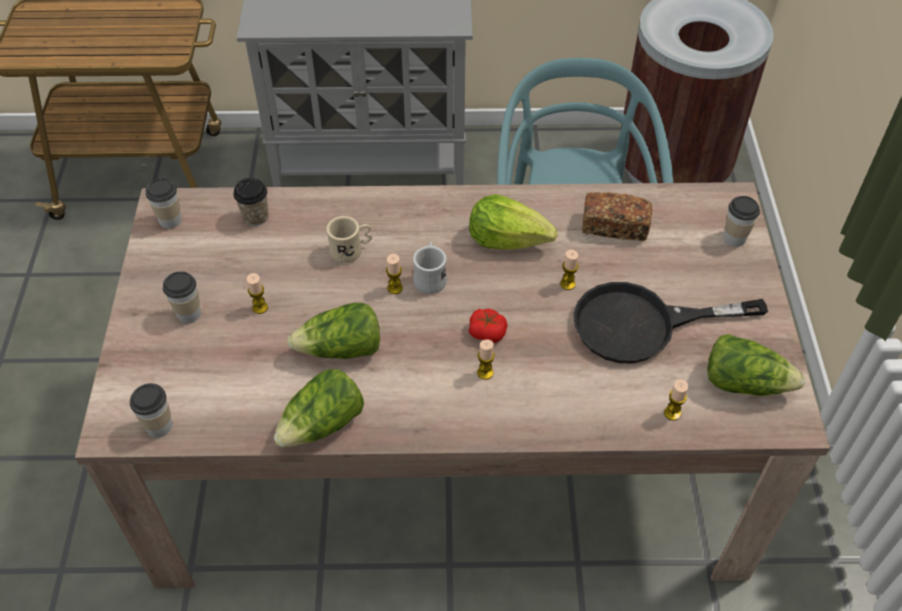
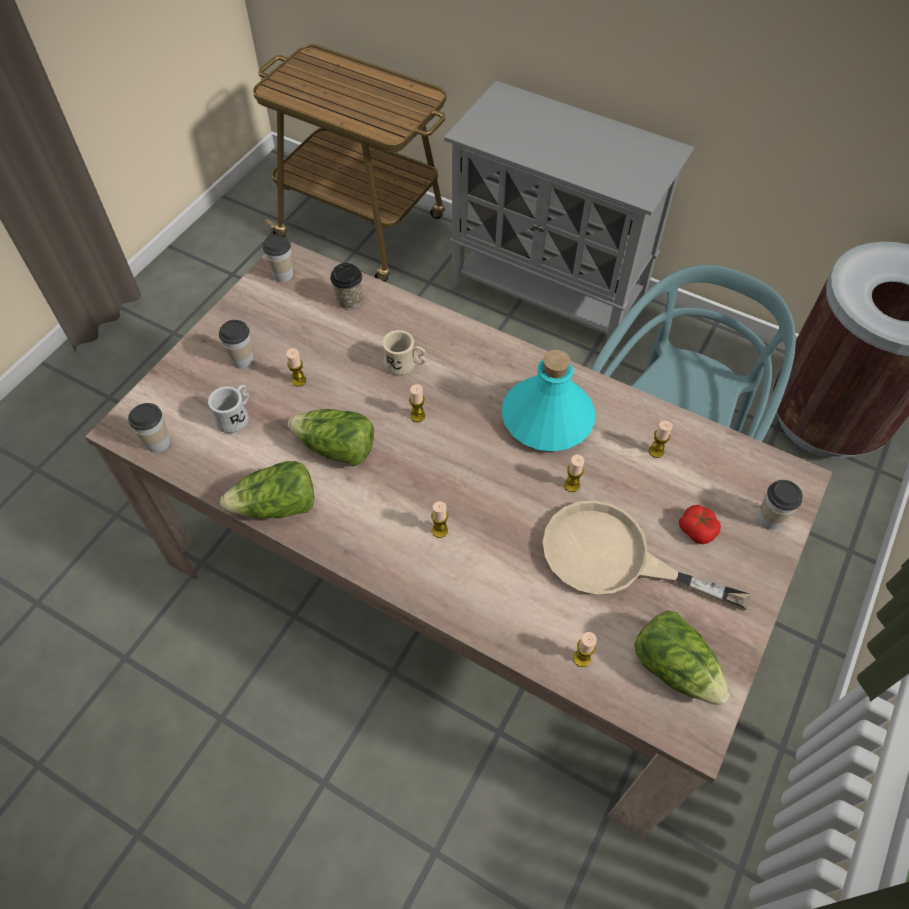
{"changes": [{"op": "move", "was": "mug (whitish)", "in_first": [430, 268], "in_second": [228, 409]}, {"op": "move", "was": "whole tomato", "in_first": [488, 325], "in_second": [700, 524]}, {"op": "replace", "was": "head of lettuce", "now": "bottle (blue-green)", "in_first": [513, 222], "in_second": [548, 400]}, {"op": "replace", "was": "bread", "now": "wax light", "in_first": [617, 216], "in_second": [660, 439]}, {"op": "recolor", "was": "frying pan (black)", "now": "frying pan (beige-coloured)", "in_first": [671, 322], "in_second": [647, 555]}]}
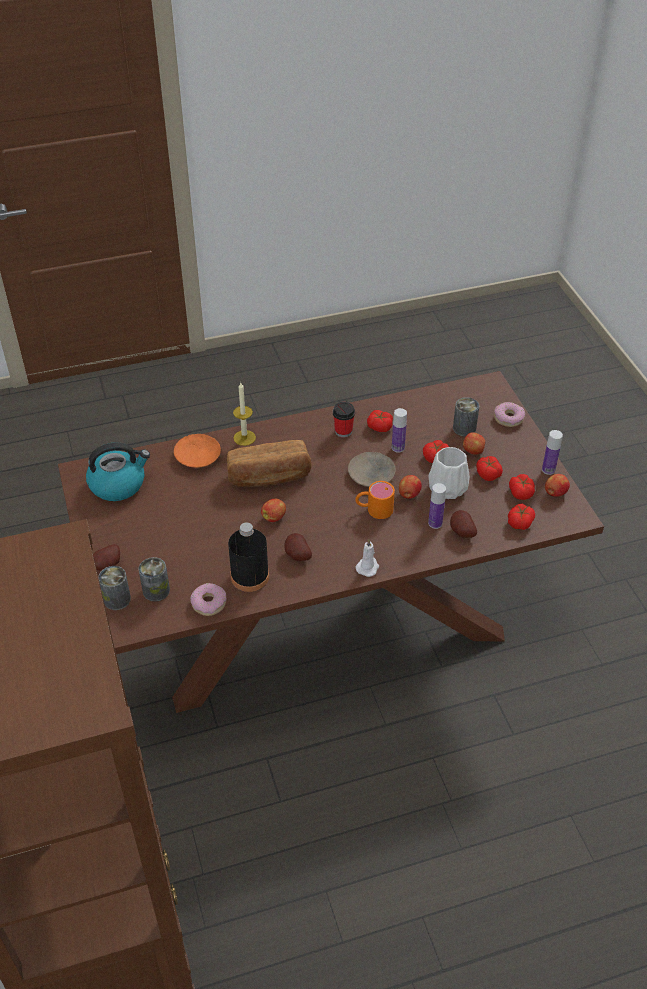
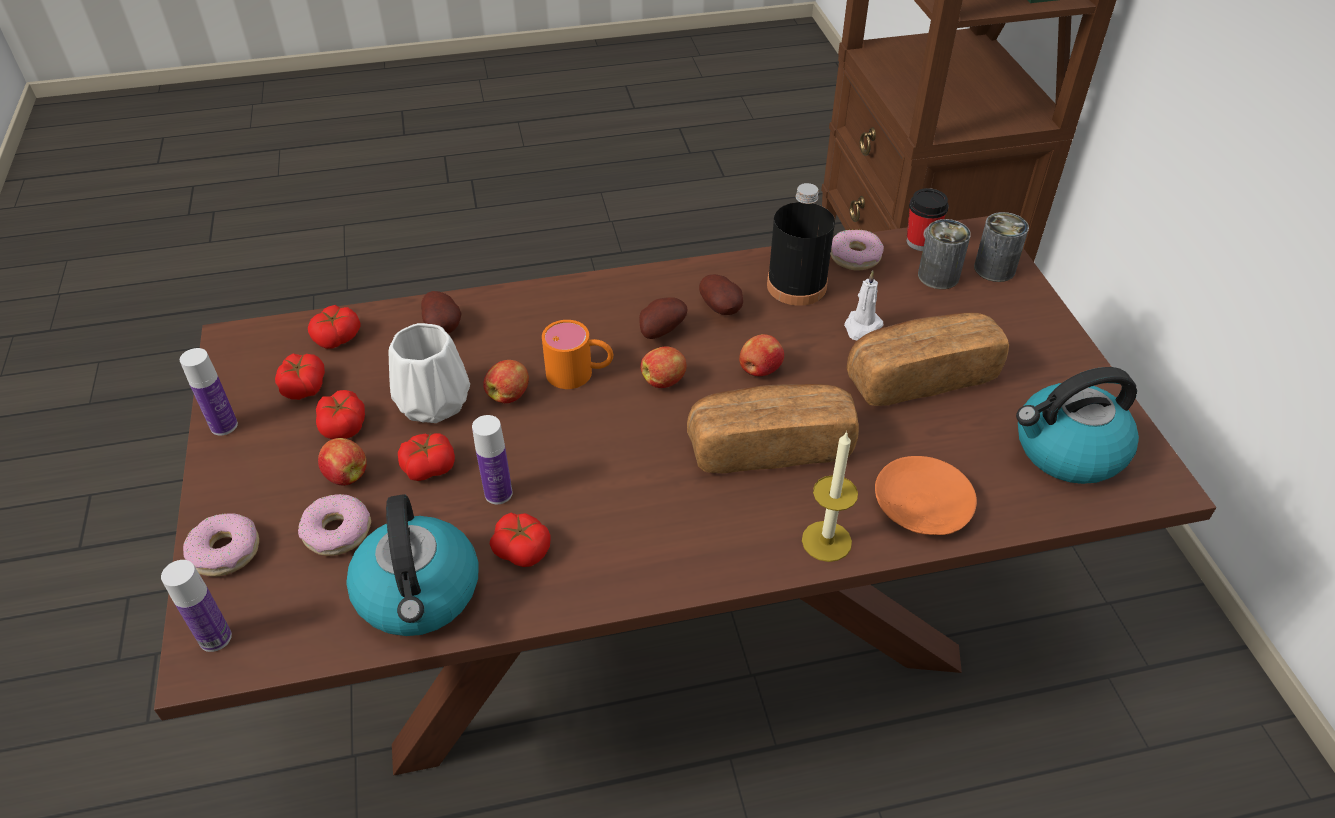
{"changes": [{"op": "delete", "was": "plate (beige-coloured)", "in_first": [372, 469]}, {"op": "insert", "now": "kettle", "in_second": [412, 565]}, {"op": "insert", "now": "bread", "in_second": [927, 359]}, {"op": "move", "was": "spud", "in_first": [106, 557], "in_second": [663, 318]}, {"op": "move", "was": "cup", "in_first": [344, 420], "in_second": [928, 219]}, {"op": "move", "was": "wax light (whitish)", "in_first": [367, 558], "in_second": [864, 305]}, {"op": "move", "was": "bottle", "in_first": [437, 506], "in_second": [196, 606]}, {"op": "move", "was": "apple", "in_first": [557, 485], "in_second": [663, 367]}, {"op": "replace", "was": "can", "now": "ring doughnut", "in_first": [466, 417], "in_second": [334, 525]}]}
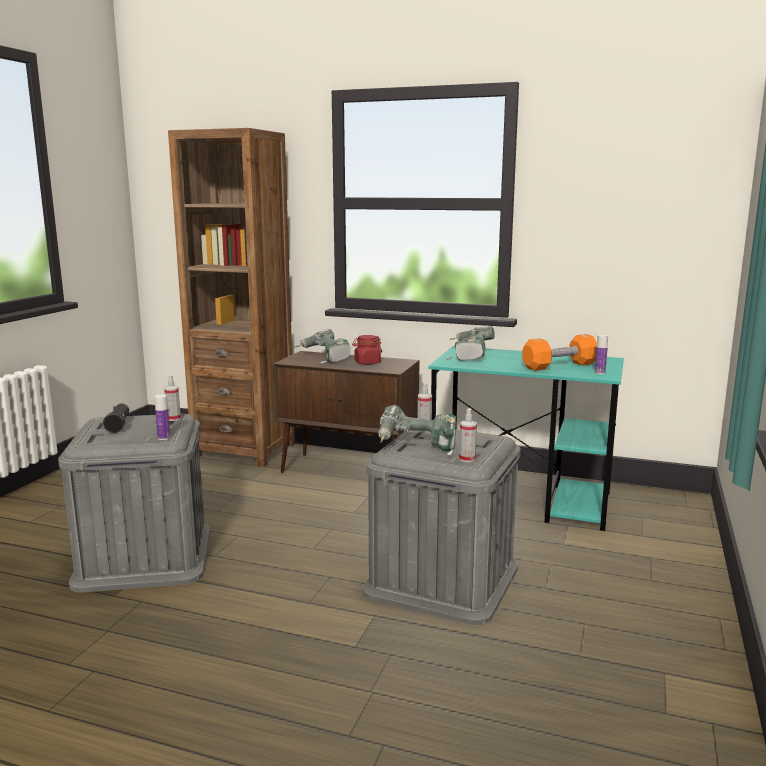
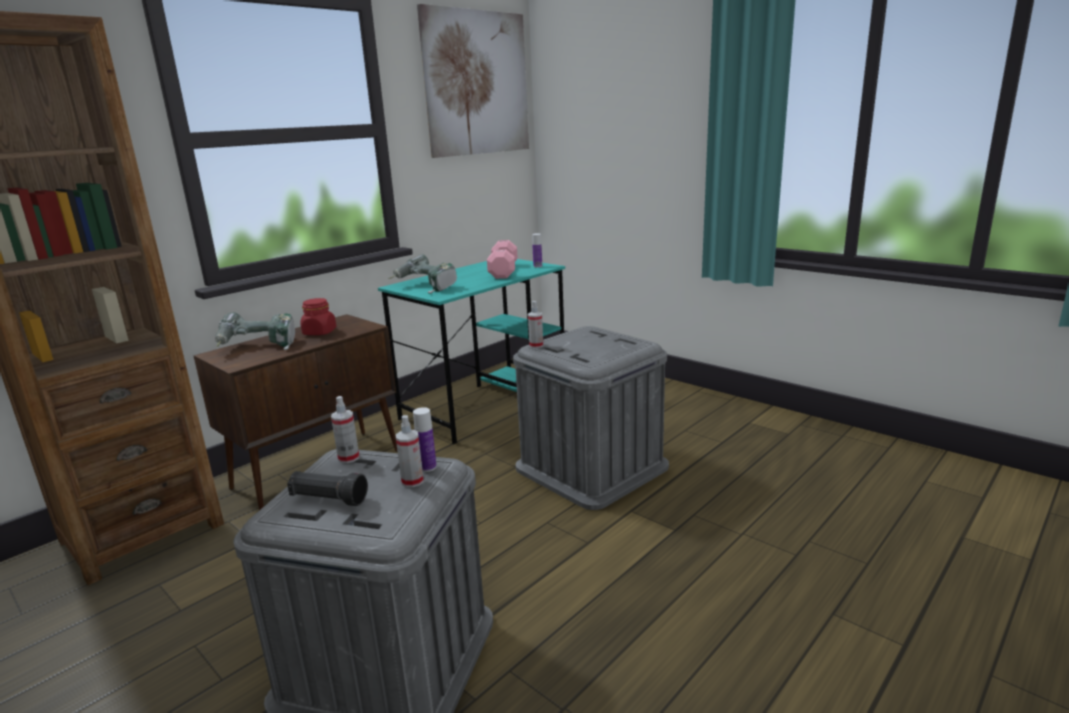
{"changes": [{"op": "delete", "was": "drill", "in_first": [417, 430]}, {"op": "insert", "now": "wall art", "in_second": [473, 81]}, {"op": "move", "was": "spray bottle", "in_first": [468, 435], "in_second": [410, 451]}, {"op": "recolor", "was": "dumbbell (orange-coloured)", "now": "dumbbell (pink-coloured)", "in_first": [559, 352], "in_second": [502, 259]}]}
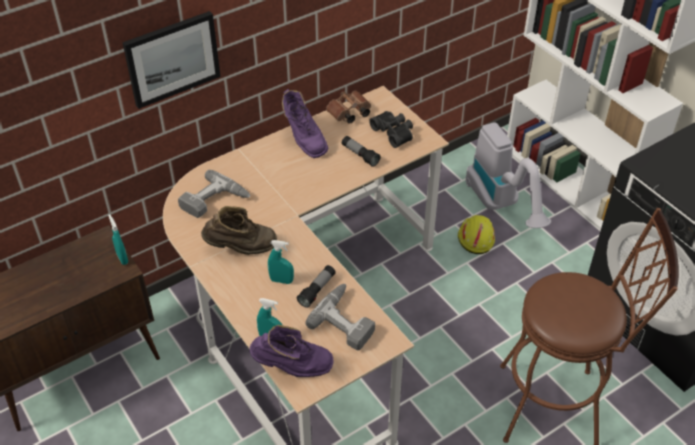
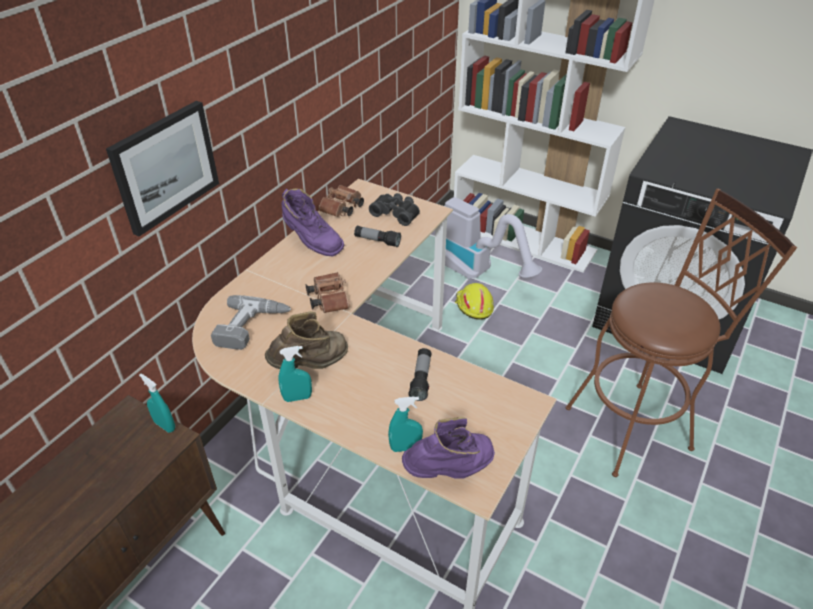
{"changes": [{"op": "delete", "was": "drill", "in_first": [340, 317]}, {"op": "insert", "now": "pair of binoculars (brown)", "in_second": [328, 292]}, {"op": "move", "was": "spray bottle (blue-green)", "in_first": [281, 262], "in_second": [295, 374]}]}
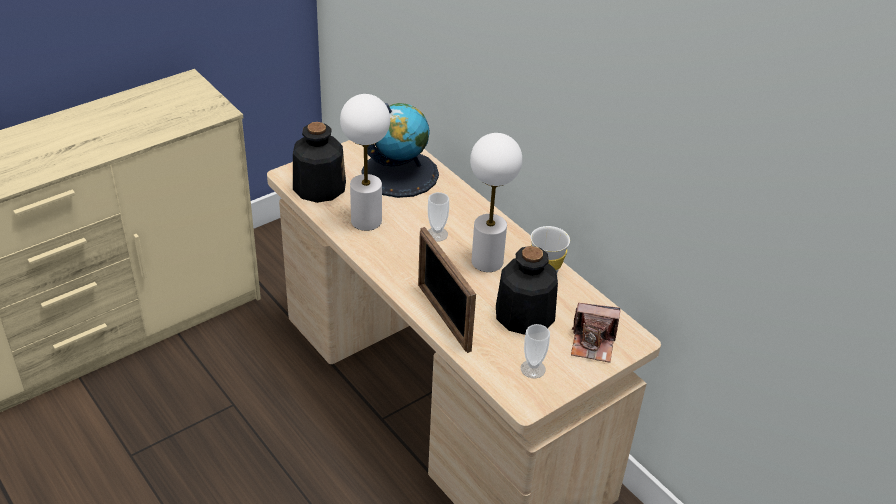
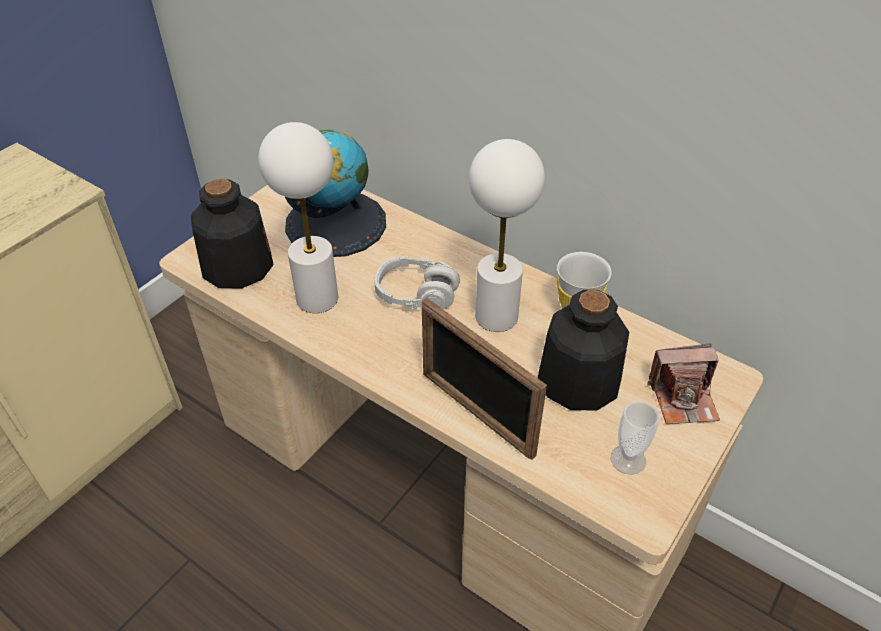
{"changes": [{"op": "replace", "was": "cup", "now": "pair of headphones (gray)", "in_first": [438, 216], "in_second": [417, 282]}]}
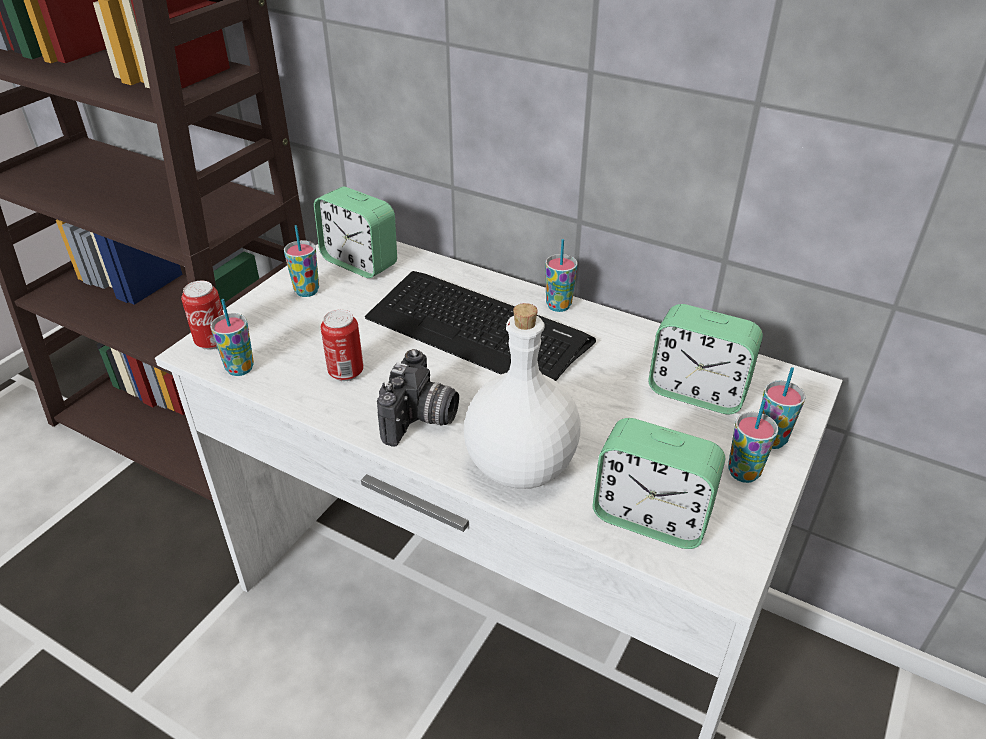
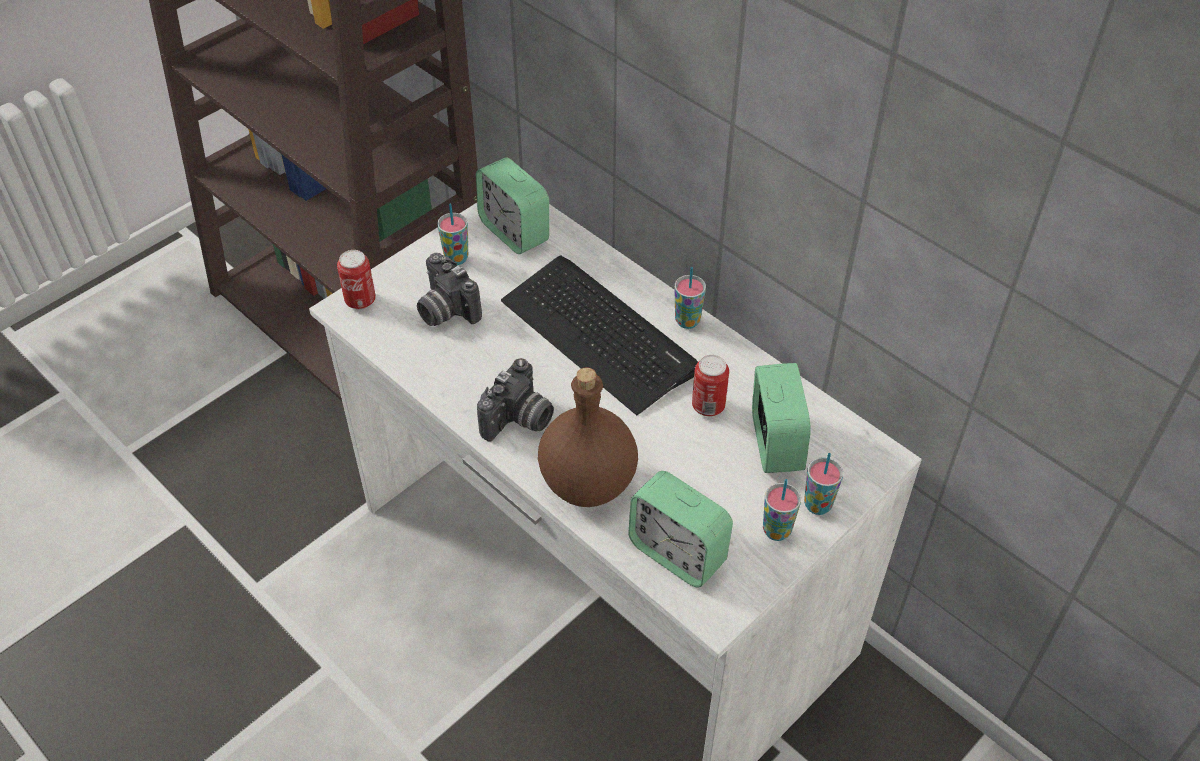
{"changes": [{"op": "delete", "was": "cup", "in_first": [232, 337]}, {"op": "insert", "now": "still camera", "in_second": [449, 289]}, {"op": "move", "was": "can", "in_first": [342, 345], "in_second": [710, 385]}, {"op": "recolor", "was": "bottle (whitish)", "now": "bottle (brown)", "in_first": [522, 396], "in_second": [588, 437]}, {"op": "rotate", "was": "bedside clock", "in_first": [705, 359], "in_second": [781, 418], "clockwise": -135}]}
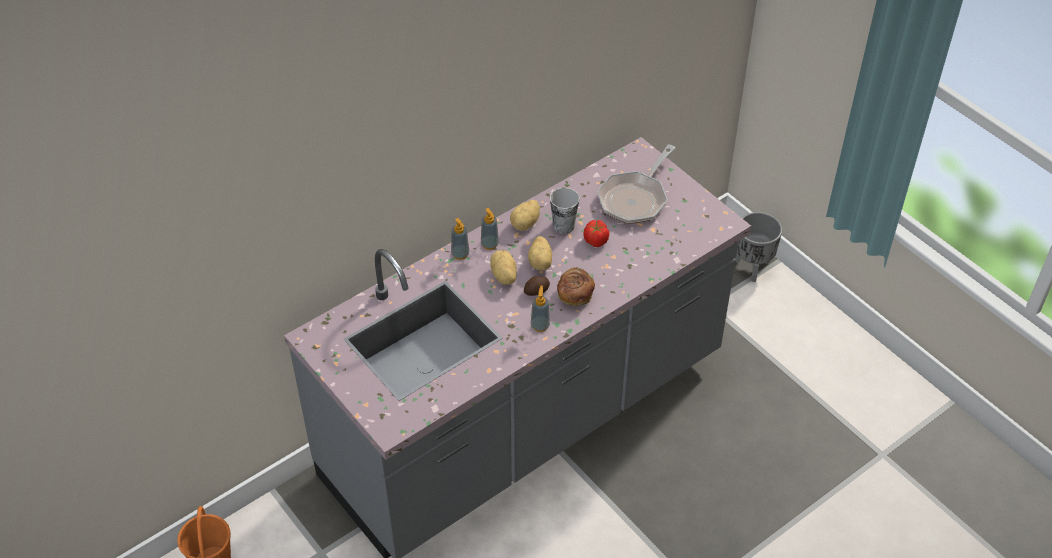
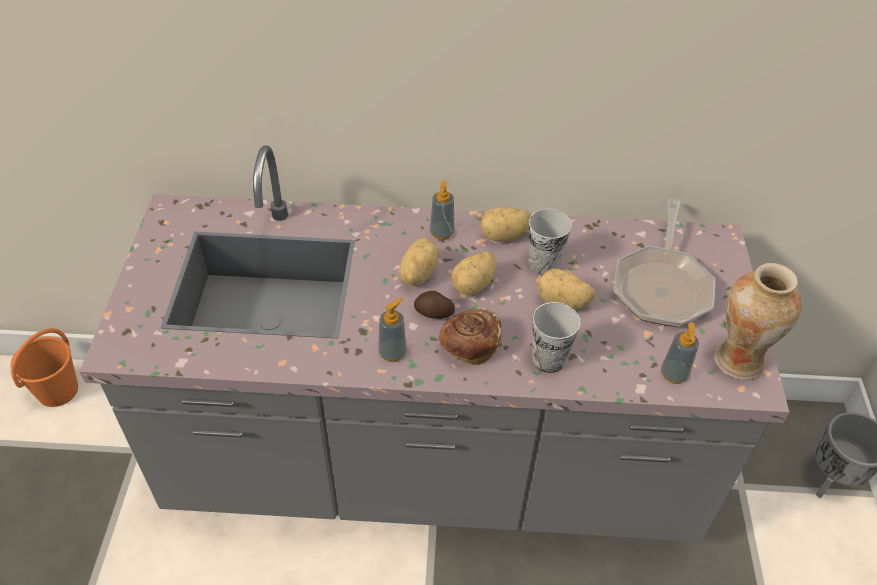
{"changes": [{"op": "insert", "now": "cup", "in_second": [556, 337]}, {"op": "insert", "now": "vase", "in_second": [758, 321]}, {"op": "move", "was": "liquid soap bottle", "in_first": [460, 239], "in_second": [680, 353]}, {"op": "replace", "was": "whole tomato", "now": "spud", "in_first": [596, 233], "in_second": [566, 289]}, {"op": "rotate", "was": "frying pan", "in_first": [636, 184], "in_second": [664, 263], "clockwise": -60}]}
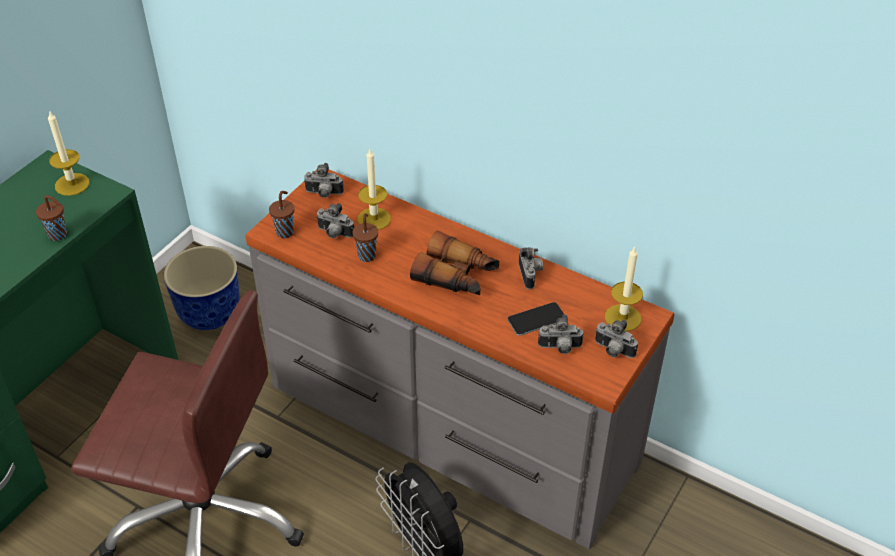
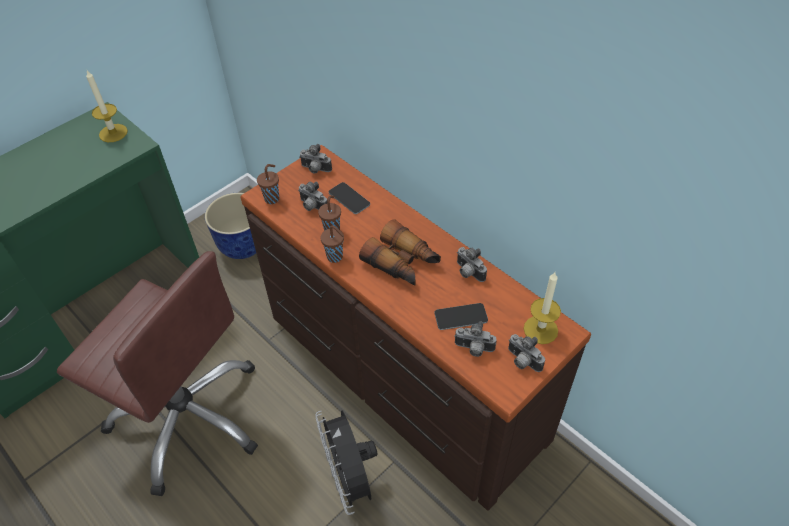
{"changes": [{"op": "move", "was": "cup (brown)", "in_first": [51, 218], "in_second": [332, 244]}, {"op": "replace", "was": "wax light", "now": "phone", "in_first": [374, 189], "in_second": [349, 198]}, {"op": "recolor", "was": "chest of drawers (gray)", "now": "chest of drawers (brown)", "in_first": [460, 359], "in_second": [415, 328]}, {"op": "rotate", "was": "still camera", "in_first": [531, 268], "in_second": [472, 264], "clockwise": 135}]}
